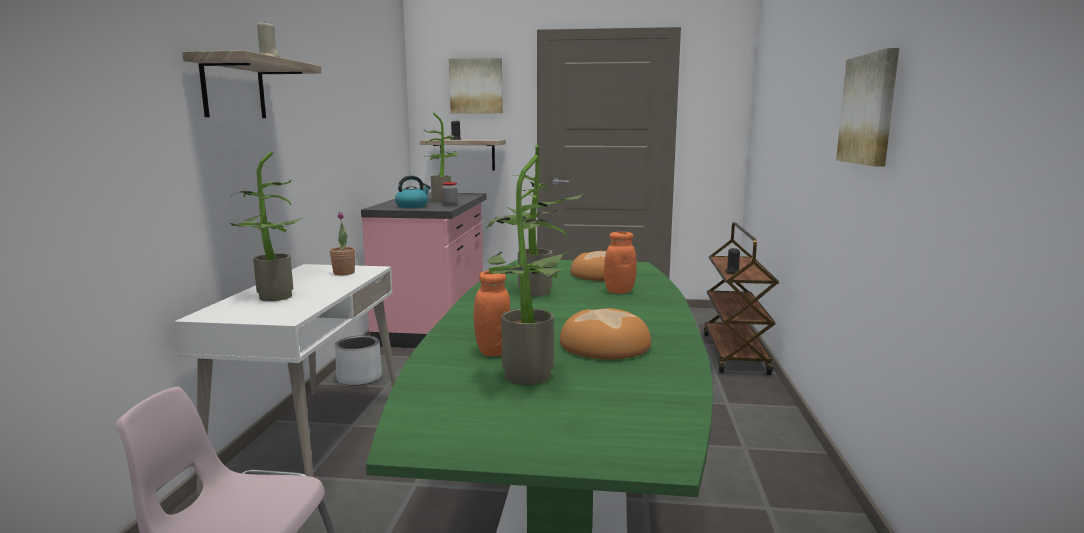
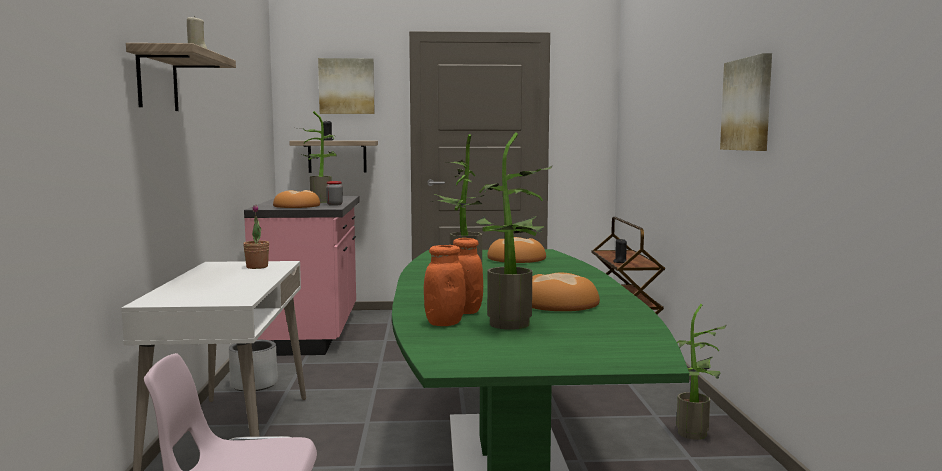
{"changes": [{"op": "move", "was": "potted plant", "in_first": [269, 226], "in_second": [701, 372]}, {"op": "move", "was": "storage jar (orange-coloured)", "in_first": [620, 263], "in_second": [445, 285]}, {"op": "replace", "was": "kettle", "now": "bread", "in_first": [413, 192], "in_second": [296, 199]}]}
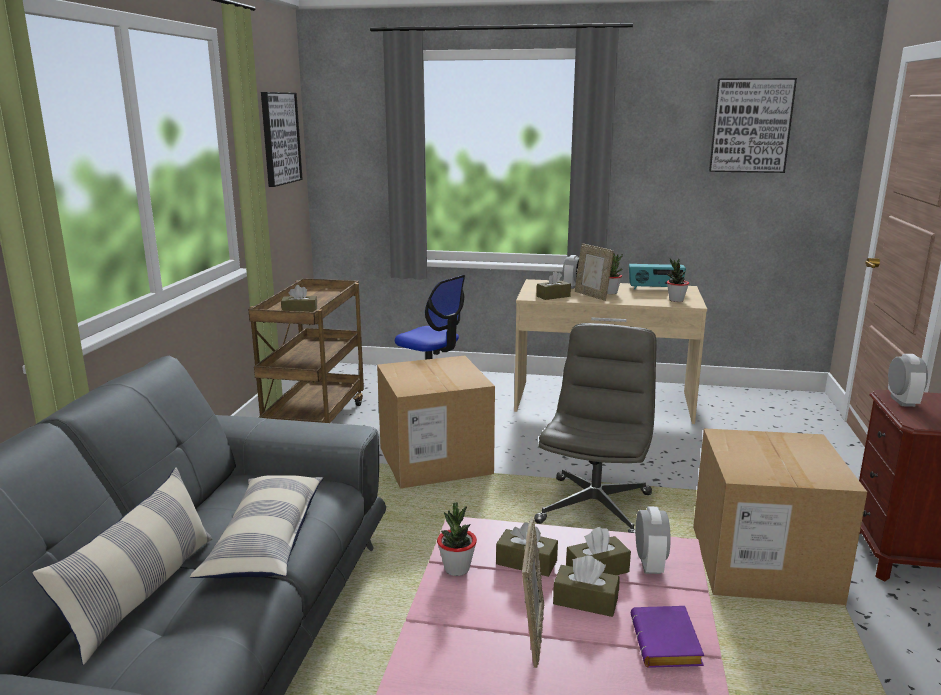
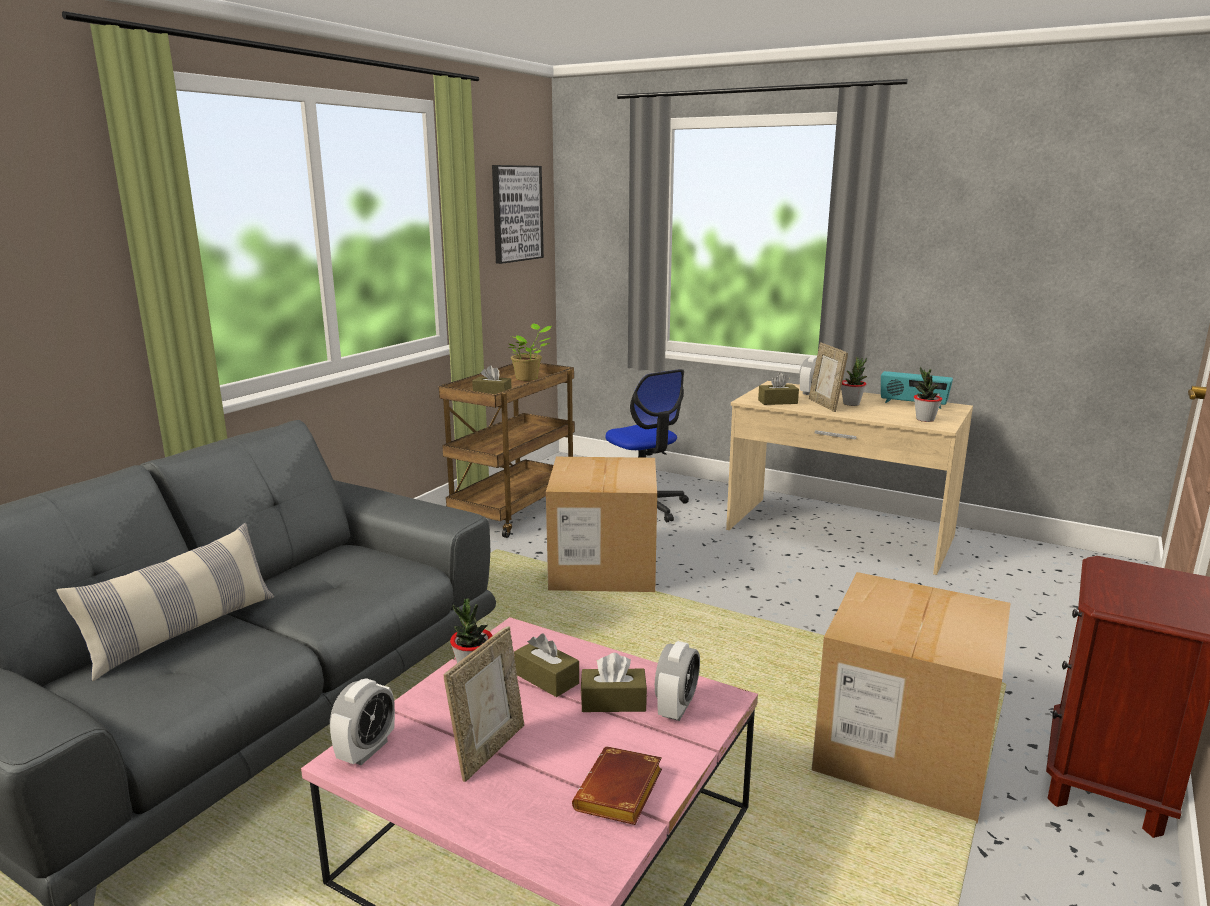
{"changes": [{"op": "delete", "was": "pillow", "in_first": [256, 526]}, {"op": "delete", "was": "computer chair (gray)", "in_first": [595, 428]}, {"op": "delete", "was": "box of tissues (brown)", "in_first": [586, 586]}, {"op": "delete", "was": "wall art", "in_first": [753, 125]}, {"op": "insert", "now": "potted plant", "in_second": [529, 352]}, {"op": "move", "was": "bedside clock", "in_first": [908, 380], "in_second": [362, 721]}, {"op": "recolor", "was": "volume (purple)", "now": "volume (brown)", "in_first": [667, 637], "in_second": [617, 785]}]}
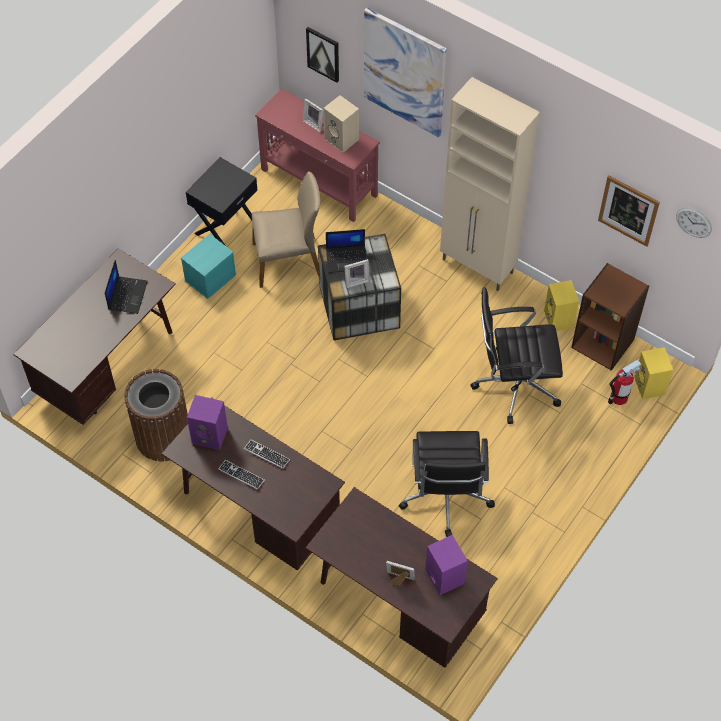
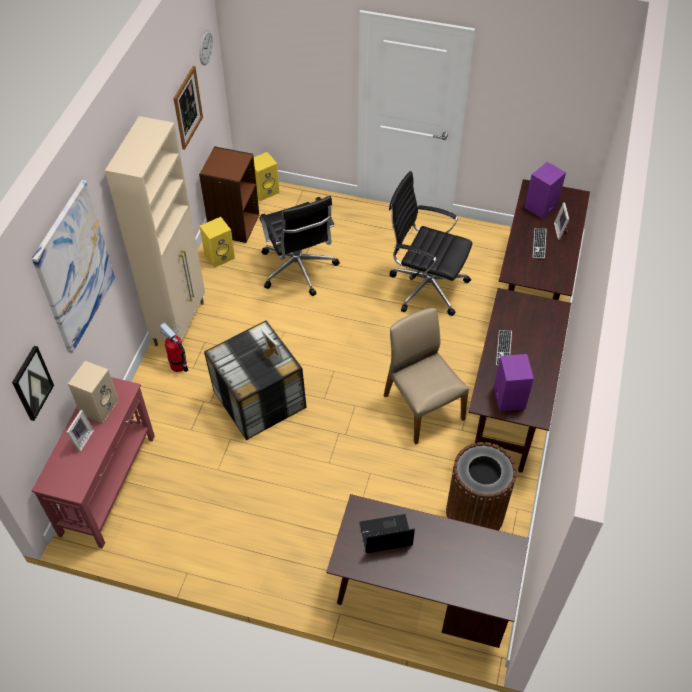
{"changes": [{"op": "delete", "was": "storage box (blue-green)", "in_first": [208, 266]}, {"op": "delete", "was": "night table (black)", "in_first": [222, 201]}, {"op": "delete", "was": "portable computer", "in_first": [346, 251]}, {"op": "move", "was": "computer keyboard", "in_first": [241, 475], "in_second": [540, 243]}, {"op": "move", "was": "plain chair (beige-coloured)", "in_first": [286, 229], "in_second": [426, 376]}, {"op": "move", "was": "extinguisher", "in_first": [624, 382], "in_second": [174, 347]}, {"op": "rotate", "was": "computer chair (black)", "in_first": [447, 484], "in_second": [430, 243], "clockwise": -135}]}
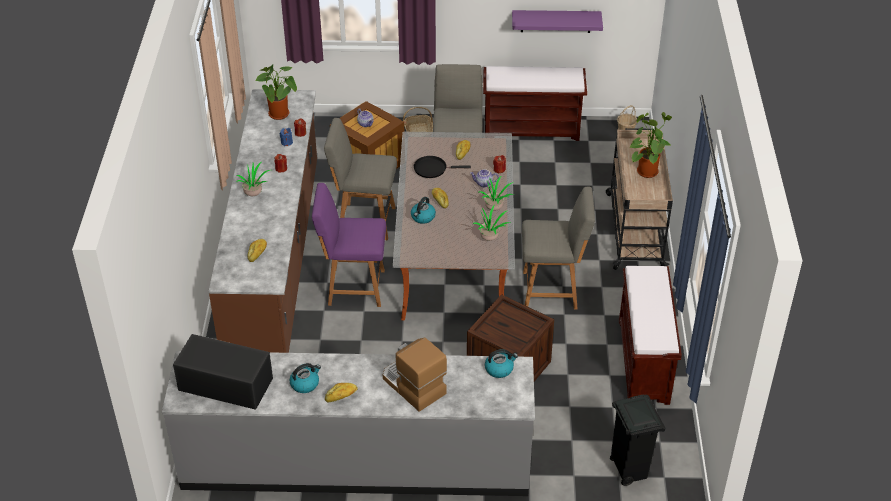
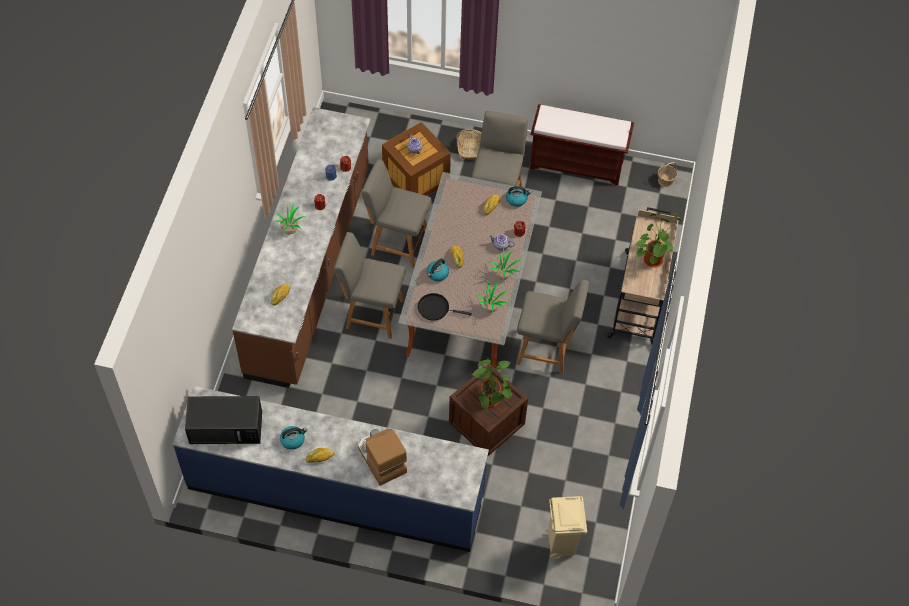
{"changes": [{"op": "delete", "was": "shelf (purple)", "in_first": [557, 21]}, {"op": "delete", "was": "bench (brown)", "in_first": [650, 335]}, {"op": "move", "was": "potted plant", "in_first": [276, 92], "in_second": [491, 383]}, {"op": "move", "was": "frying pan (black)", "in_first": [442, 167], "in_second": [445, 306]}, {"op": "move", "was": "kettle", "in_first": [501, 363], "in_second": [518, 196]}, {"op": "recolor", "was": "counter (gray)", "now": "counter (blue-coloured)", "in_first": [348, 423], "in_second": [330, 469]}, {"op": "recolor", "was": "plain chair (purple)", "now": "plain chair (gray)", "in_first": [349, 245], "in_second": [370, 285]}, {"op": "recolor", "was": "waste bin (black)", "now": "waste bin (beige-coloured)", "in_first": [637, 440], "in_second": [567, 527]}, {"op": "rotate", "was": "microwave (black)", "in_first": [223, 372], "in_second": [223, 420], "clockwise": 150}]}
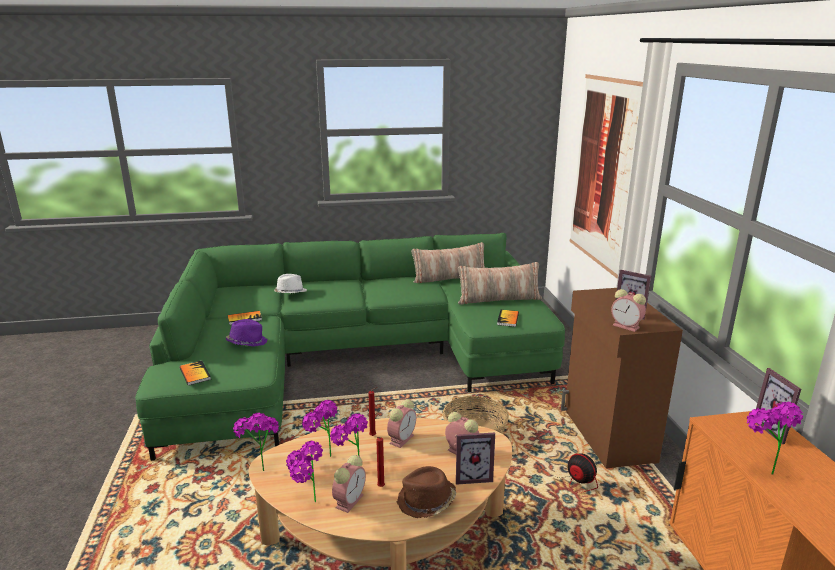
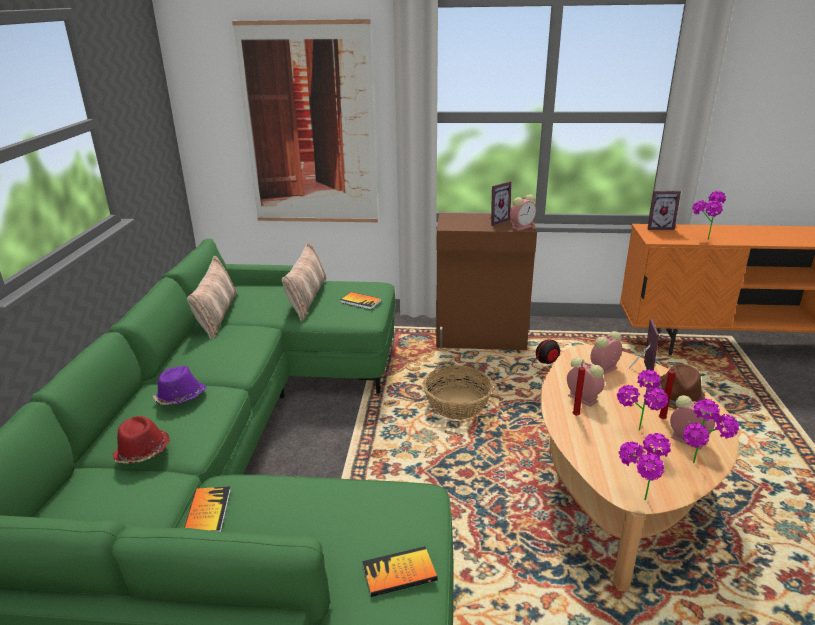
{"changes": [{"op": "delete", "was": "potted plant", "in_first": [319, 428]}, {"op": "move", "was": "wearable hat (purple)", "in_first": [247, 332], "in_second": [180, 385]}, {"op": "recolor", "was": "wearable hat (whitish)", "now": "wearable hat (reddish)", "in_first": [290, 283], "in_second": [141, 440]}]}
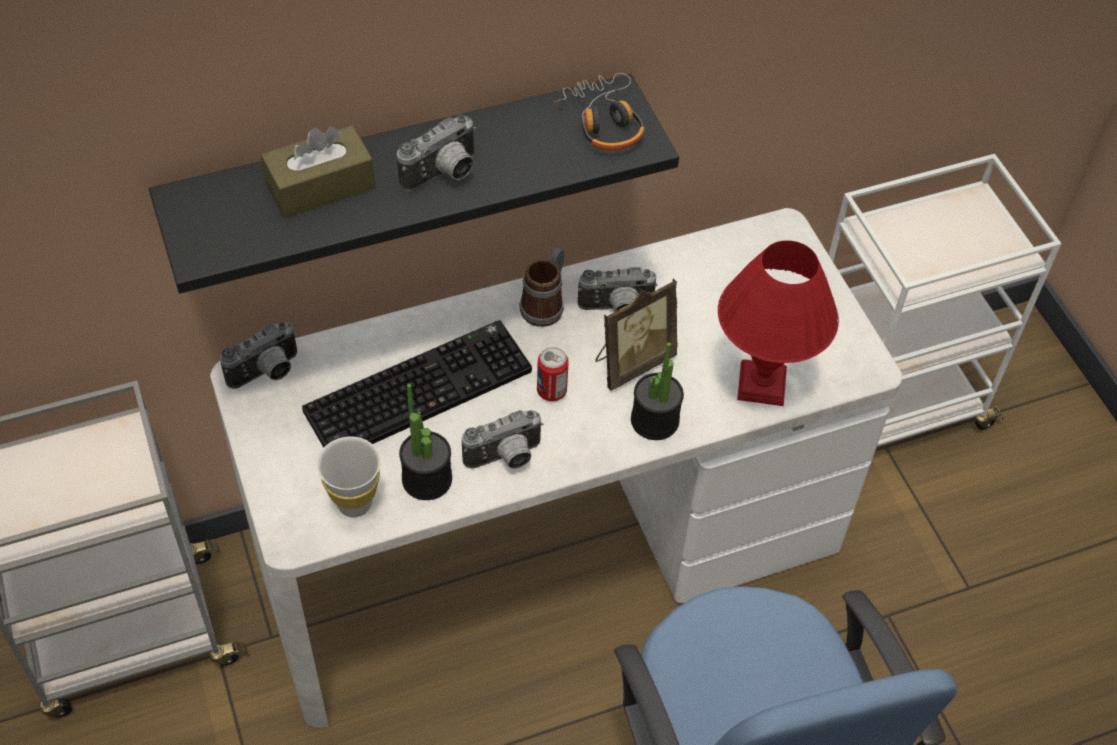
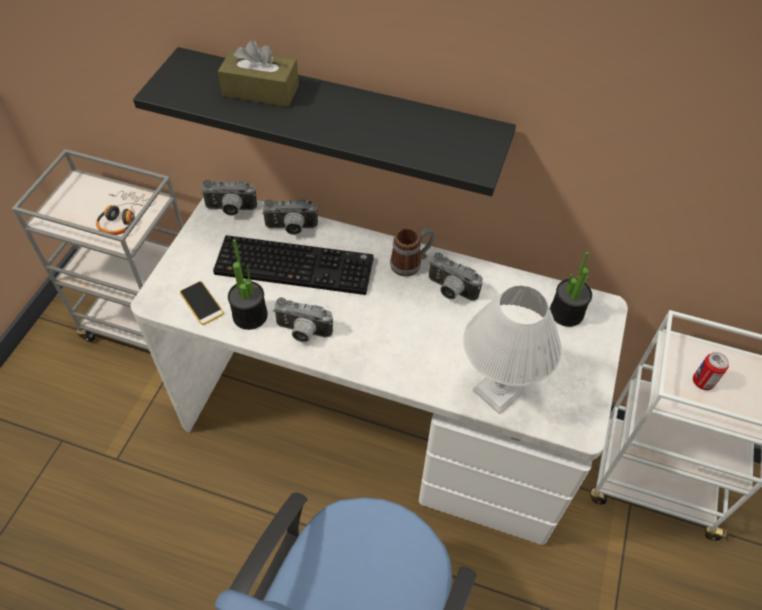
{"changes": [{"op": "delete", "was": "photo frame", "in_first": [636, 335]}, {"op": "move", "was": "still camera", "in_first": [436, 153], "in_second": [290, 217]}, {"op": "move", "was": "can", "in_first": [553, 374], "in_second": [711, 371]}, {"op": "move", "was": "pair of headphones", "in_first": [599, 112], "in_second": [126, 213]}, {"op": "move", "was": "potted plant", "in_first": [657, 391], "in_second": [571, 289]}, {"op": "replace", "was": "cup (whitish)", "now": "phone", "in_first": [349, 476], "in_second": [202, 303]}, {"op": "recolor", "was": "lamp for a table (reddish)", "now": "lamp for a table (whitish)", "in_first": [778, 323], "in_second": [512, 350]}]}
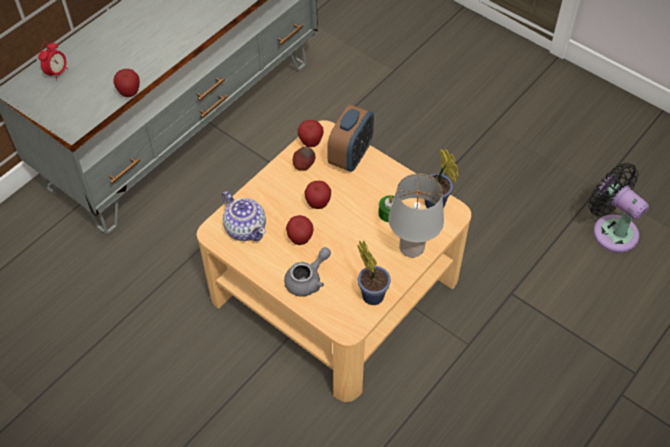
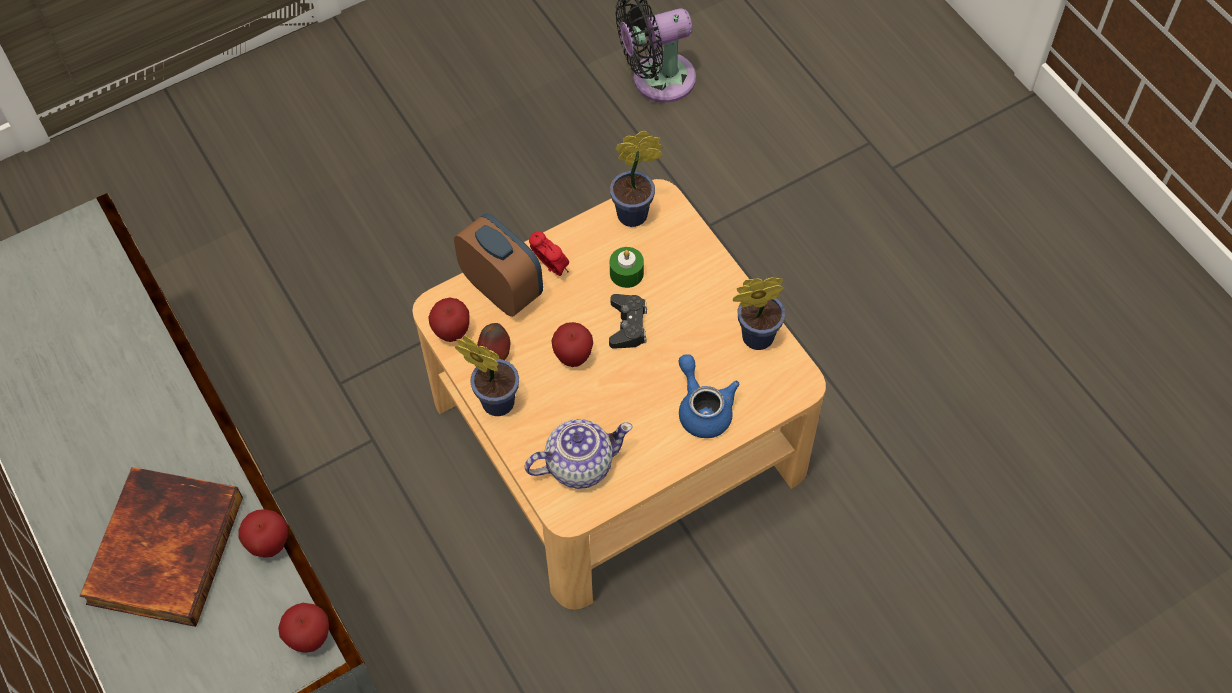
{"changes": [{"op": "delete", "was": "lamp for a table (gray)", "in_first": [416, 215]}, {"op": "insert", "now": "volume", "in_second": [161, 547]}, {"op": "insert", "now": "potted plant", "in_second": [487, 376]}, {"op": "insert", "now": "gamepad (black)", "in_second": [628, 321]}, {"op": "move", "was": "bedside clock", "in_first": [53, 61], "in_second": [549, 253]}, {"op": "move", "was": "apple", "in_first": [300, 230], "in_second": [303, 628]}, {"op": "recolor", "was": "tea pot (gray)", "now": "tea pot (blue-coloured)", "in_first": [307, 272], "in_second": [709, 396]}]}
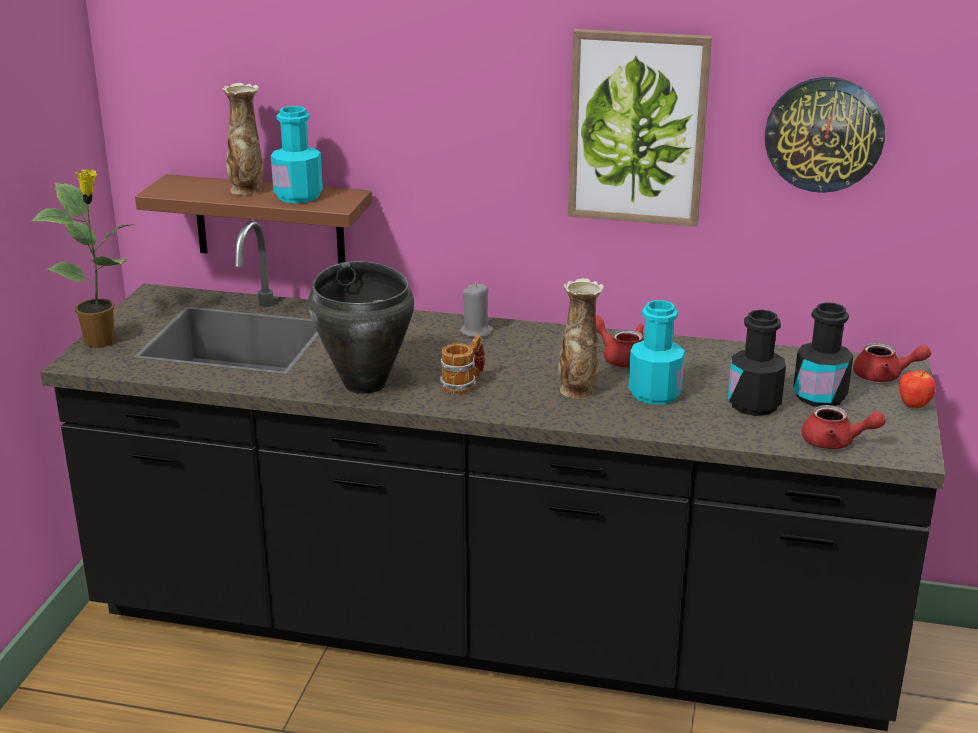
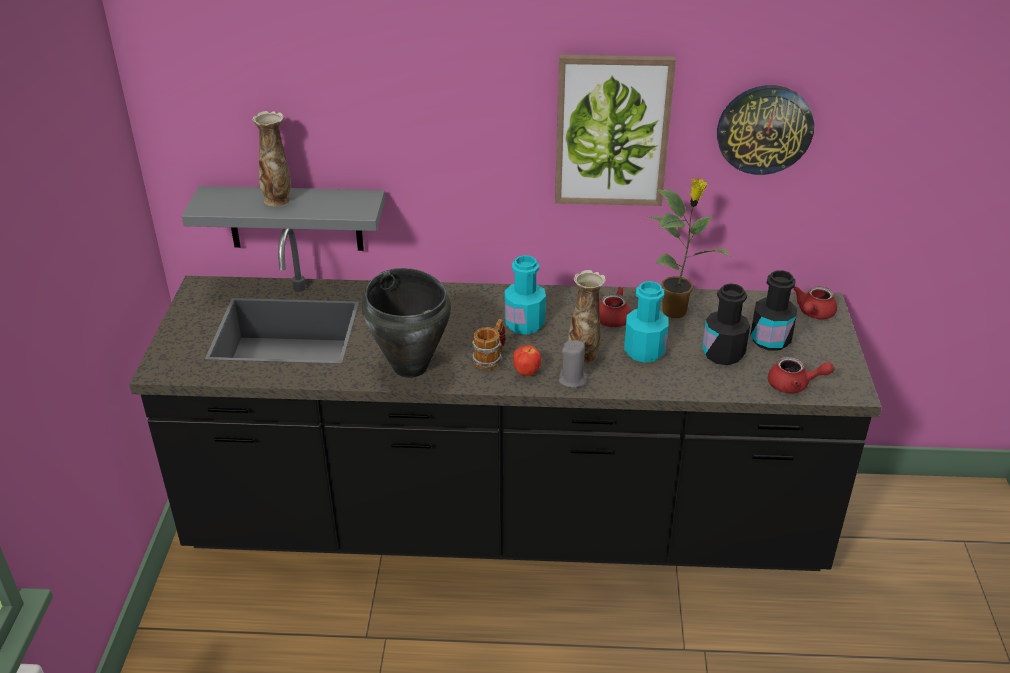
{"changes": [{"op": "move", "was": "potted plant", "in_first": [83, 258], "in_second": [688, 248]}, {"op": "move", "was": "bottle (blue-green)", "in_first": [297, 154], "in_second": [525, 295]}, {"op": "move", "was": "wax light (gray)", "in_first": [477, 310], "in_second": [573, 364]}, {"op": "move", "was": "apple", "in_first": [917, 389], "in_second": [527, 360]}, {"op": "recolor", "was": "shelf (brown)", "now": "shelf (gray)", "in_first": [253, 219], "in_second": [283, 218]}, {"op": "rotate", "was": "tea pot (reddish)", "in_first": [892, 362], "in_second": [815, 302], "clockwise": 120}]}
